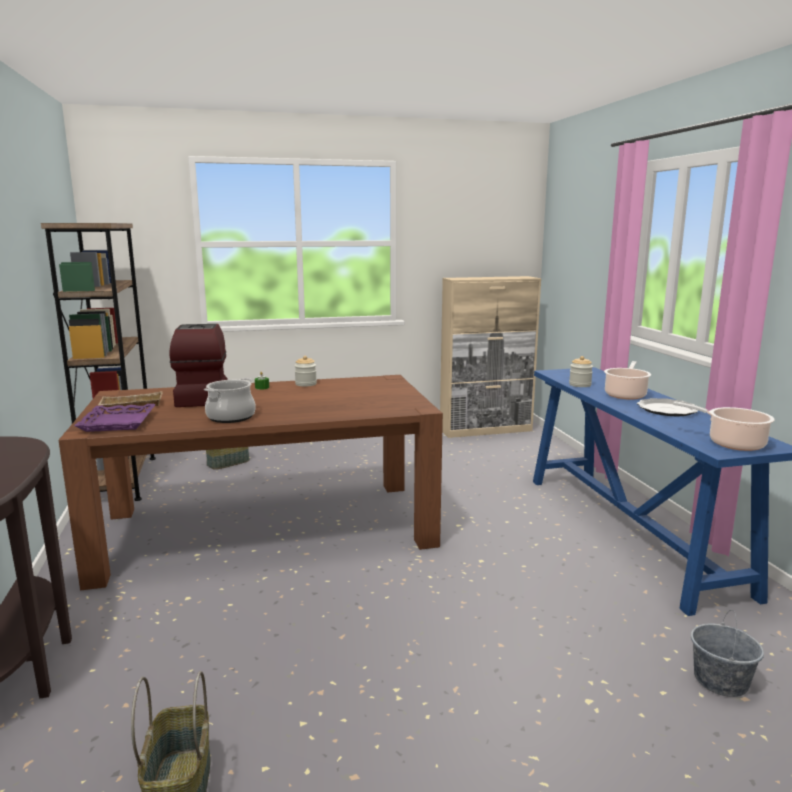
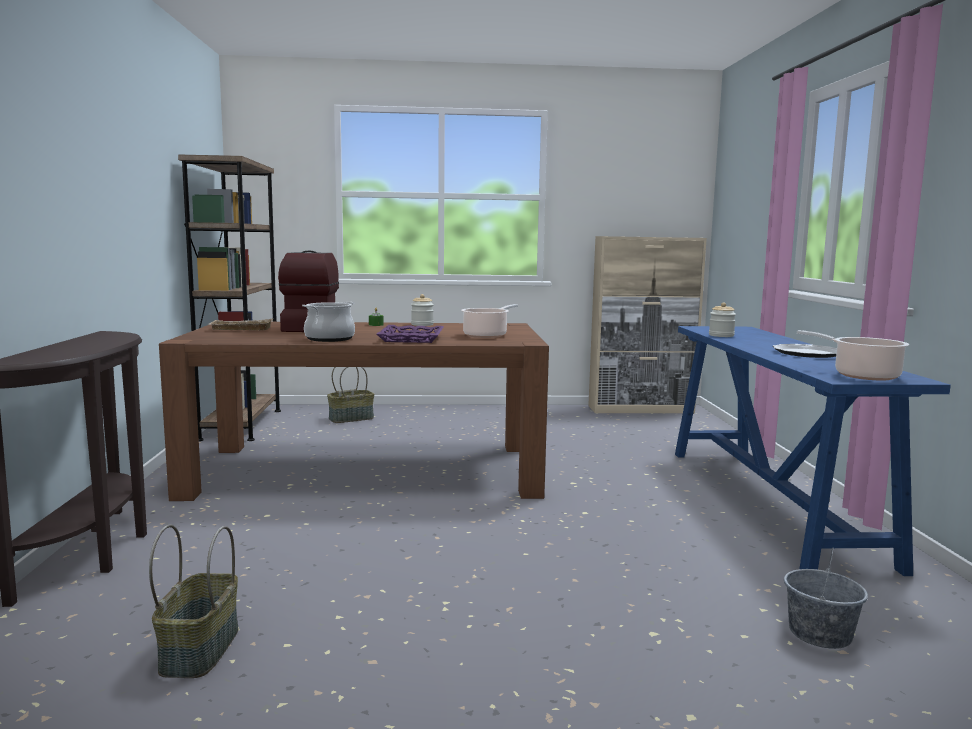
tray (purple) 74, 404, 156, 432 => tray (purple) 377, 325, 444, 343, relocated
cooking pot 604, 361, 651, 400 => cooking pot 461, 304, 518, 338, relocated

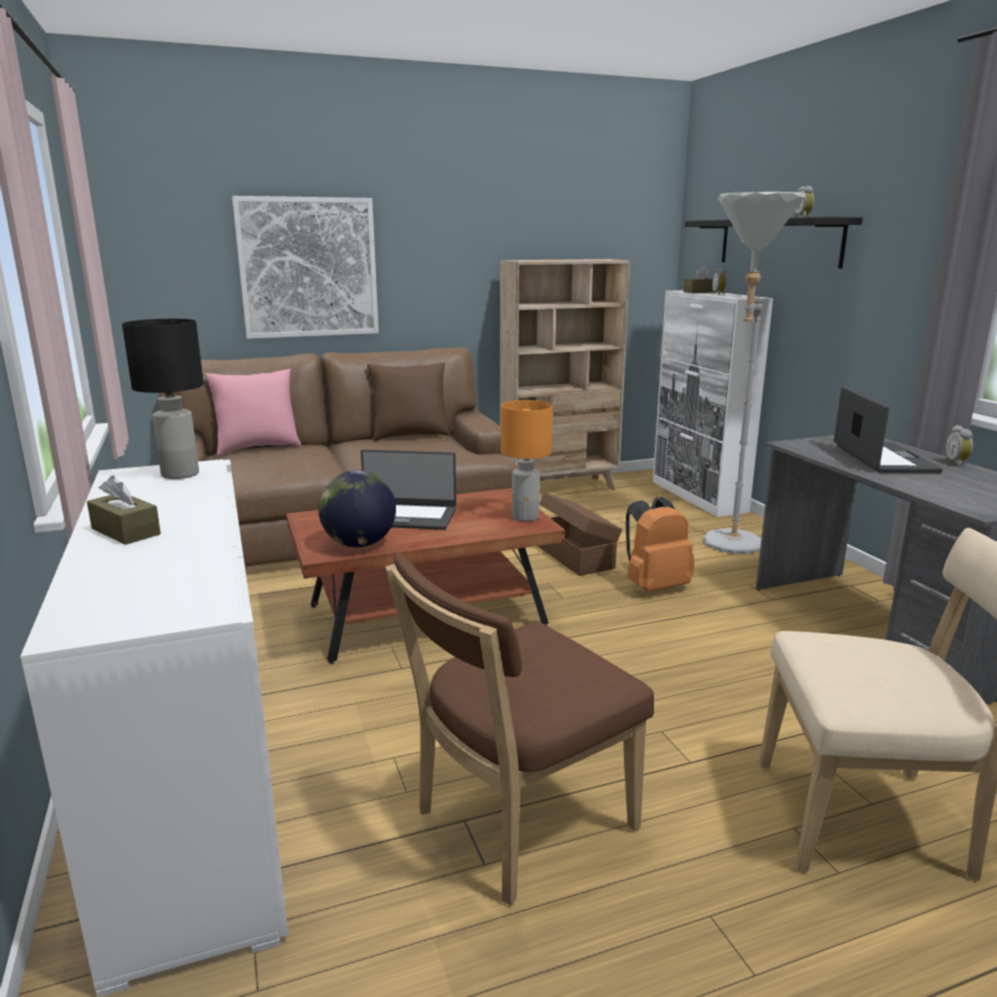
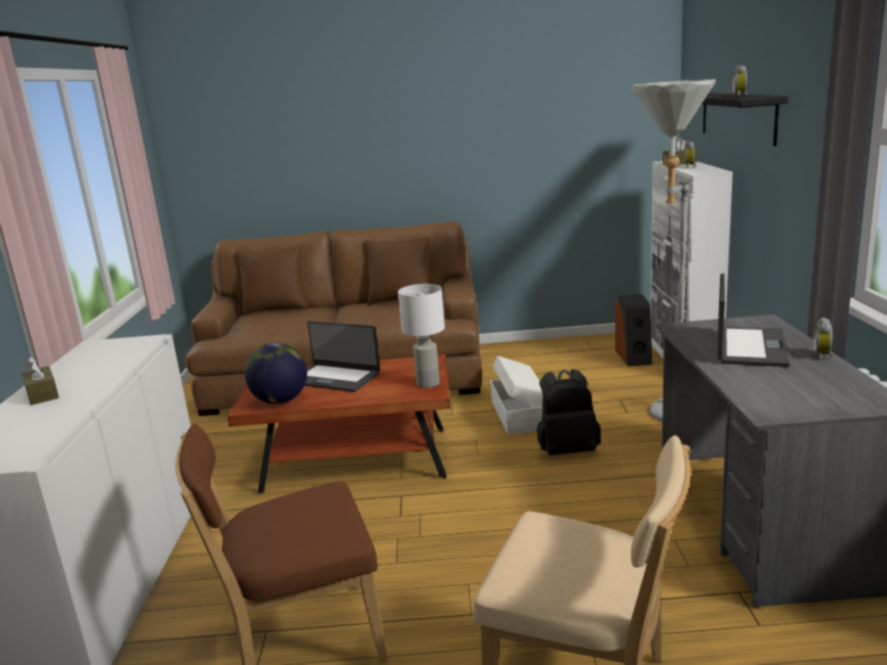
pillow (pink) 205, 369, 302, 455 => pillow (brown) 235, 246, 308, 316
table lamp (orange) 501, 400, 552, 522 => table lamp (white) 398, 284, 445, 388
storage box (brown) 538, 492, 622, 576 => storage box (white) 490, 356, 543, 435
backpack (orange) 626, 497, 695, 591 => backpack (black) 537, 369, 601, 455
nothing => speaker 615, 294, 652, 366
table lamp (black) 122, 319, 204, 479 => nothing
picture 232, 196, 379, 339 => nothing
bookcase (beige) 500, 259, 631, 490 => nothing

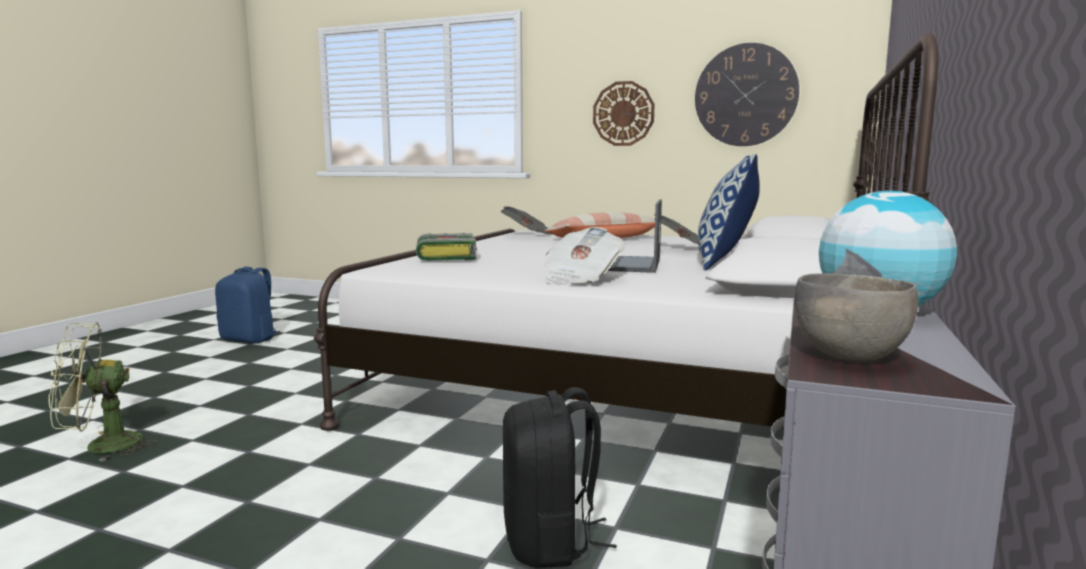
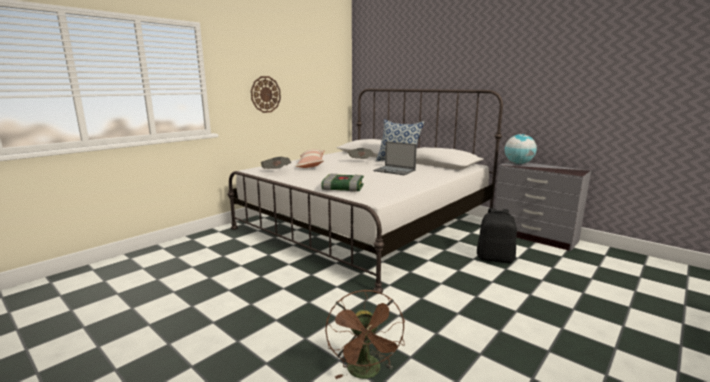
fan (green) 49, 322, 157, 462 => fan (brown) 325, 290, 405, 379
backpack (blue) 215, 267, 281, 343 => nothing
newspaper 543, 227, 625, 285 => nothing
wall clock 695, 43, 799, 146 => nothing
bowl (grey) 795, 273, 918, 361 => nothing

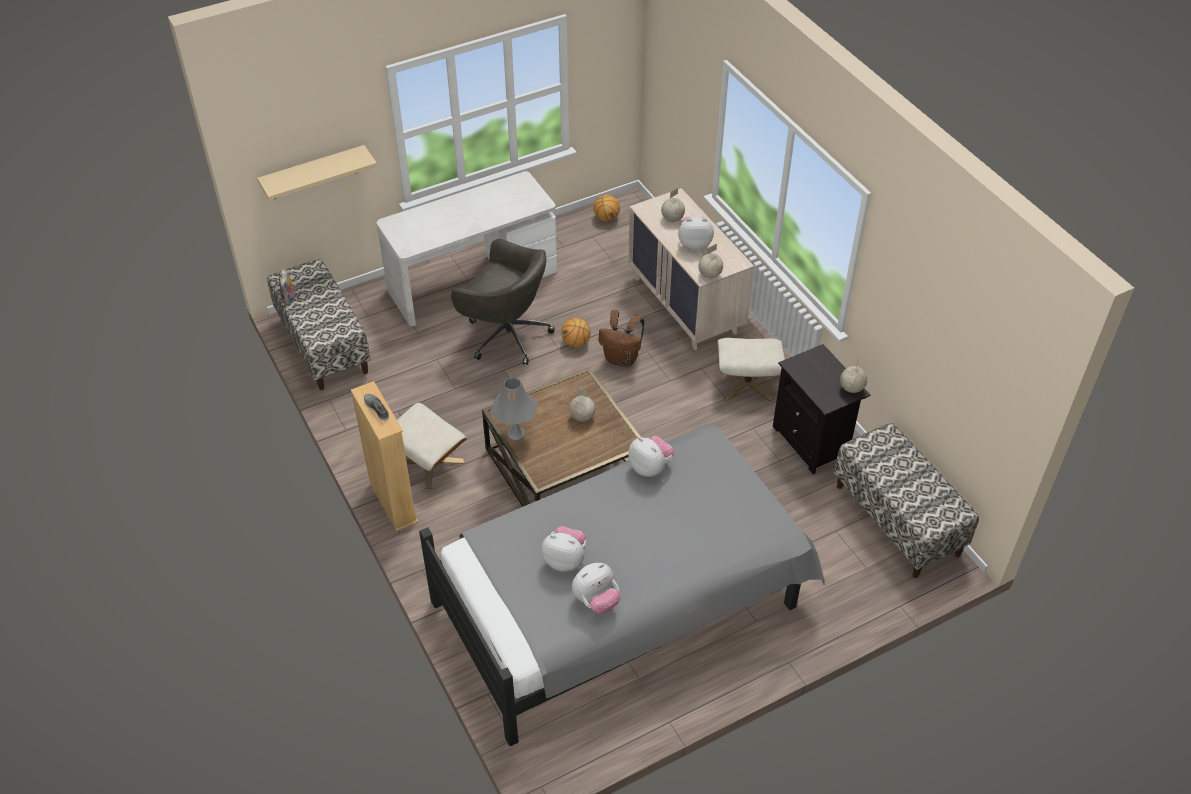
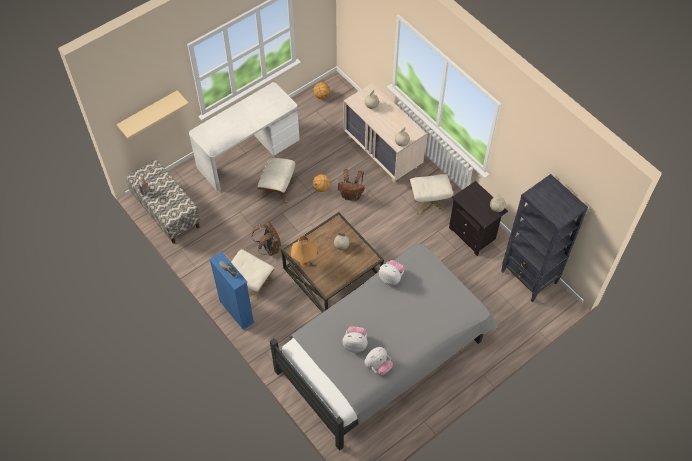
bookcase (beige) 351, 381, 418, 531 => bookcase (blue) 209, 251, 255, 330
nothing => backpack (brown) 252, 221, 281, 256
office chair (grey) 451, 239, 555, 365 => ottoman (beige) 257, 157, 296, 203
table lamp (grey) 491, 378, 538, 440 => table lamp (orange) 291, 236, 318, 267
bench 834, 423, 979, 578 => bookcase (black) 501, 174, 588, 302
plush toy 678, 217, 714, 250 => nothing

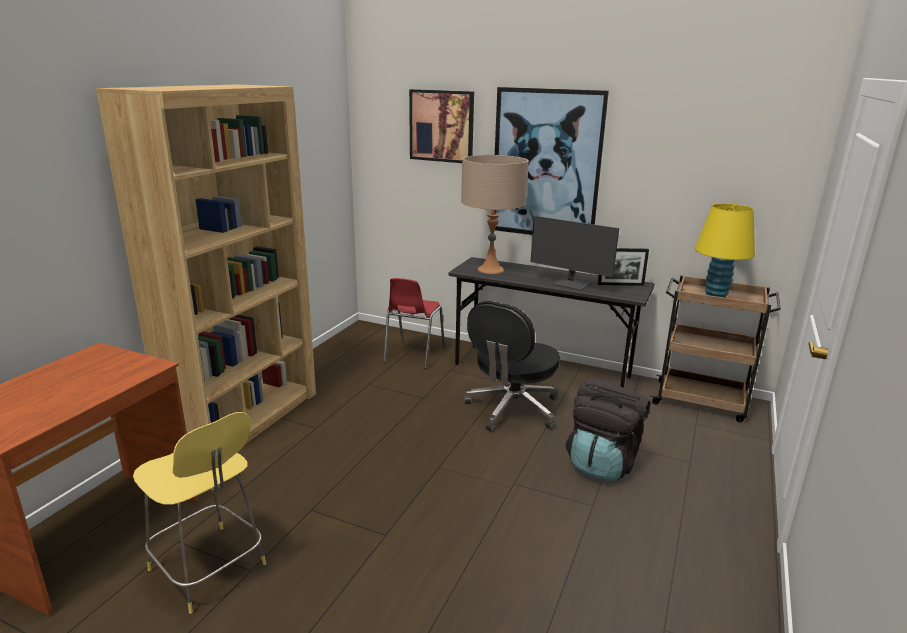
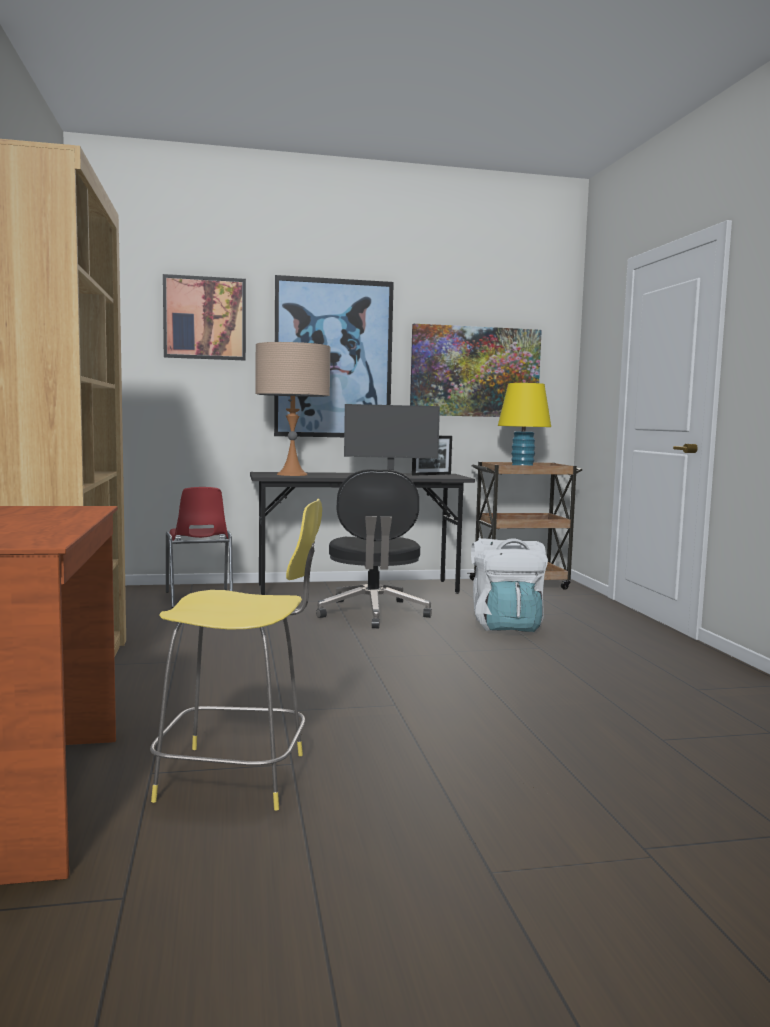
nothing => picture 410, 324, 542, 417
backpack (black) 566, 379, 650, 481 => backpack (white) 471, 538, 548, 632

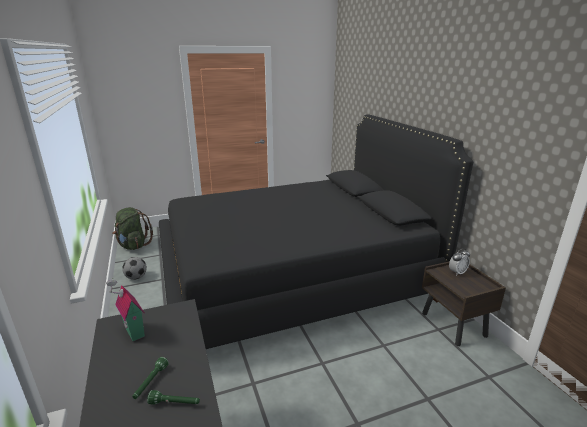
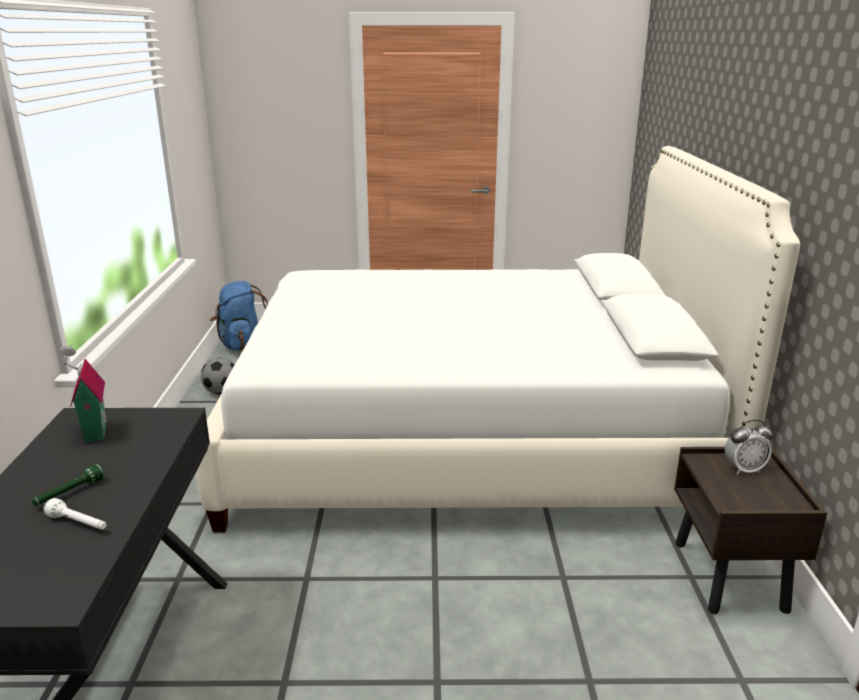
flashlight (green) 147, 390, 200, 405 => flashlight (white) 44, 498, 106, 530
bed (black) 159, 114, 473, 349 => bed (white) 196, 146, 800, 532
backpack (green) 112, 207, 153, 250 => backpack (blue) 210, 281, 268, 351

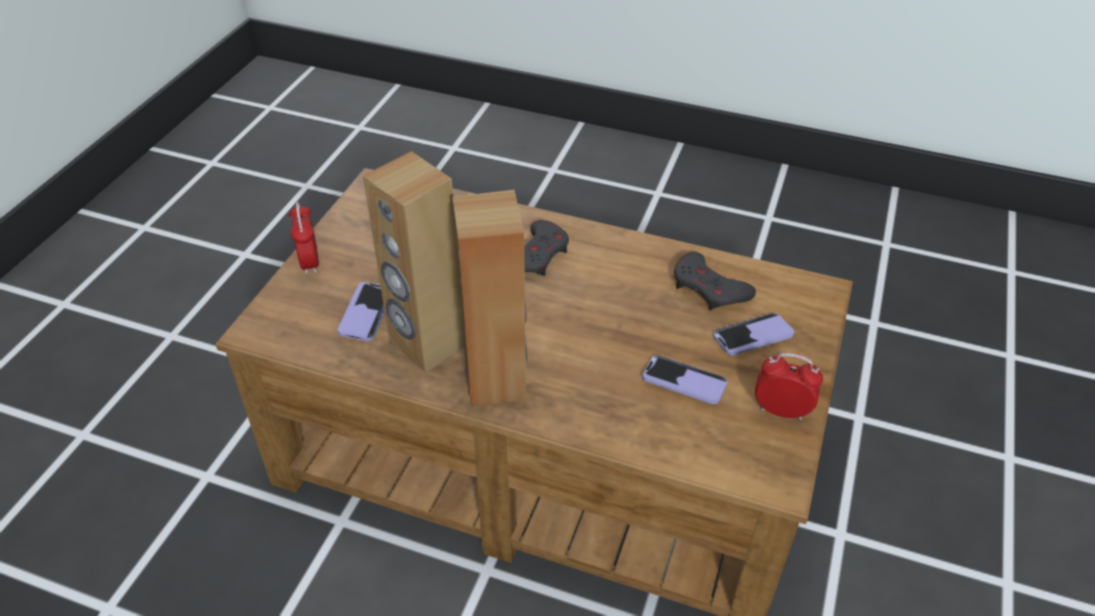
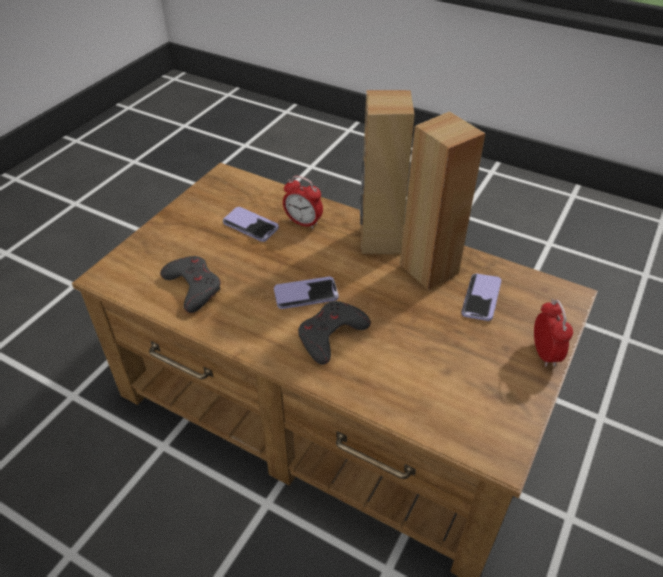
phone 713, 313, 794, 356 => phone 274, 277, 339, 309, relocated
alarm clock 755, 353, 823, 421 => alarm clock 283, 176, 323, 229, relocated

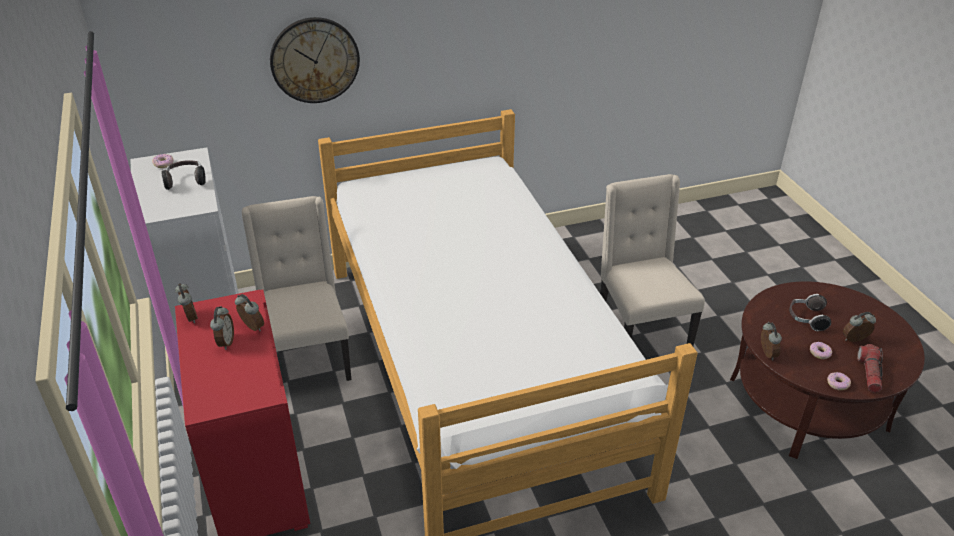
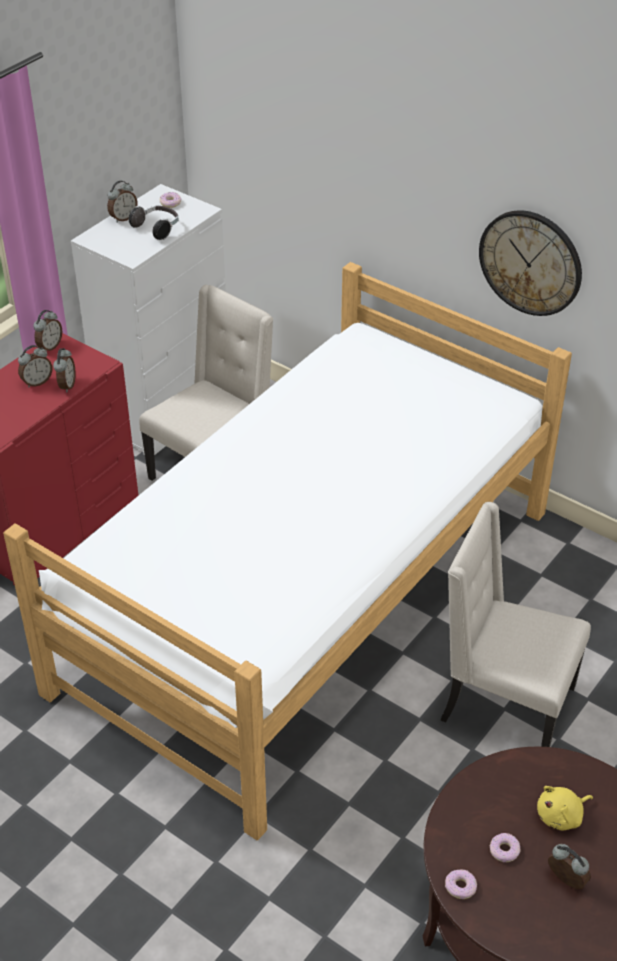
alarm clock 761, 322, 782, 360 => alarm clock 107, 181, 138, 223, relocated
chair (beige) 600, 174, 705, 346 => chair (beige) 441, 502, 591, 747, 105 degrees counterclockwise
wall clock 270, 17, 360, 103 => wall clock 479, 210, 582, 316, relocated
headphones 789, 294, 831, 331 => plush toy (yellow) 537, 786, 593, 830
flashlight 857, 344, 883, 393 => nothing

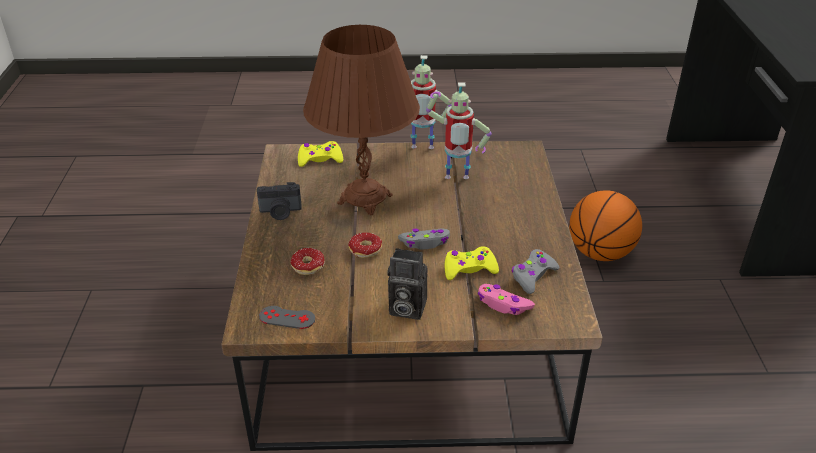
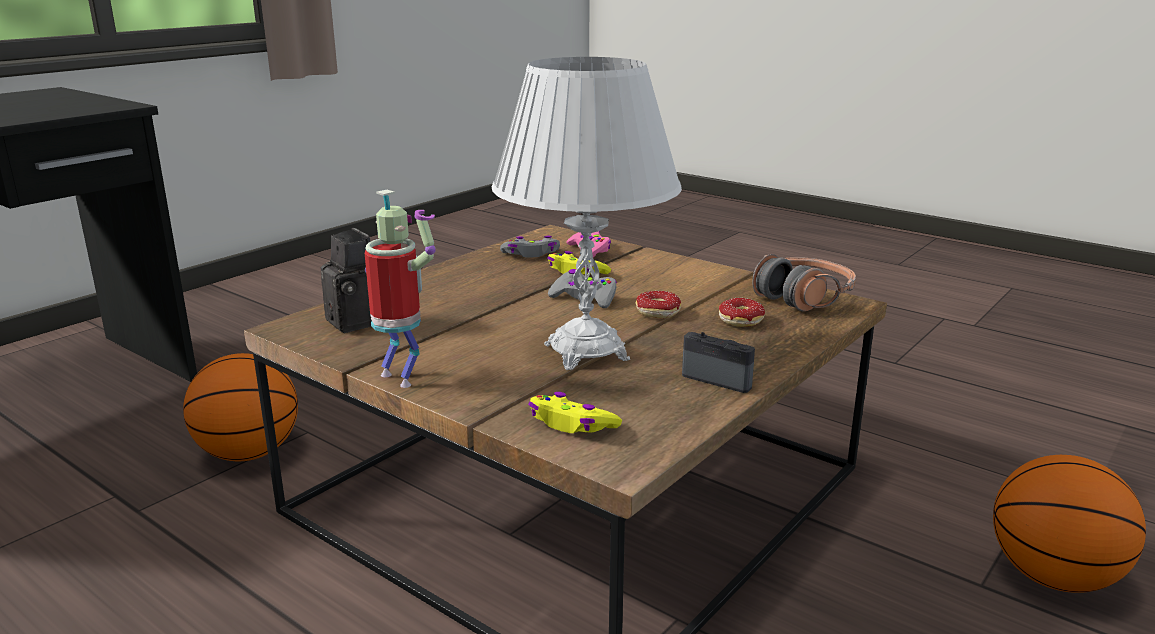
photo camera 388, 248, 428, 320 => photo camera 321, 228, 372, 333, relocated
table lamp (brown) 303, 25, 420, 215 => table lamp (white) 492, 57, 682, 370
game controller (grey) 259, 306, 315, 329 => headphones 752, 254, 856, 312
nothing => basketball 993, 455, 1146, 593
toy robot 426, 82, 492, 179 => nothing

